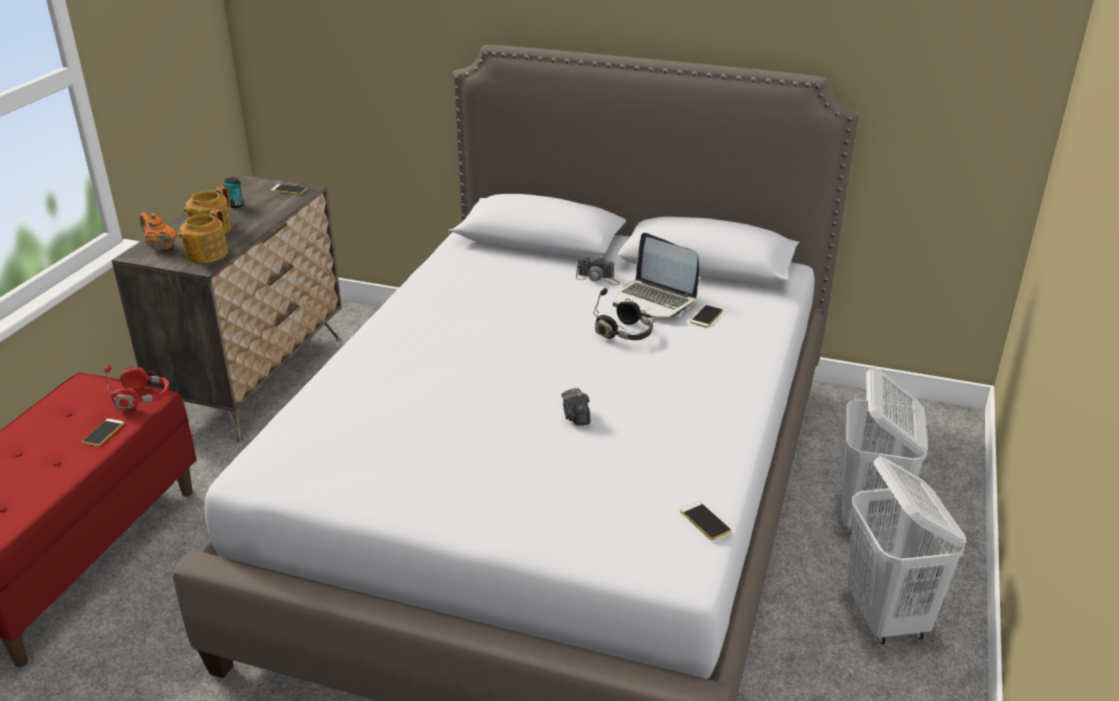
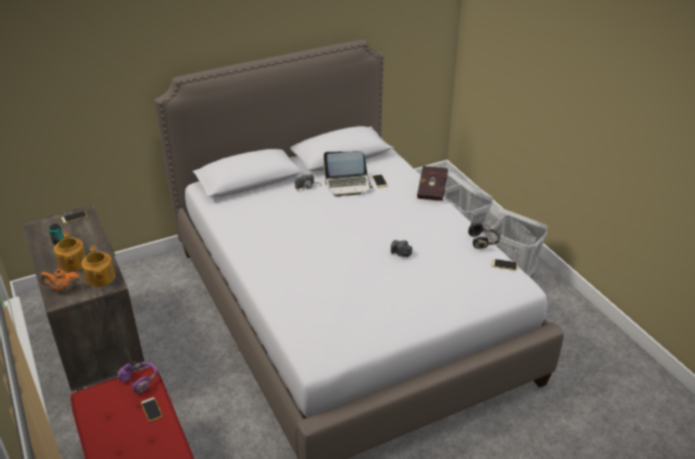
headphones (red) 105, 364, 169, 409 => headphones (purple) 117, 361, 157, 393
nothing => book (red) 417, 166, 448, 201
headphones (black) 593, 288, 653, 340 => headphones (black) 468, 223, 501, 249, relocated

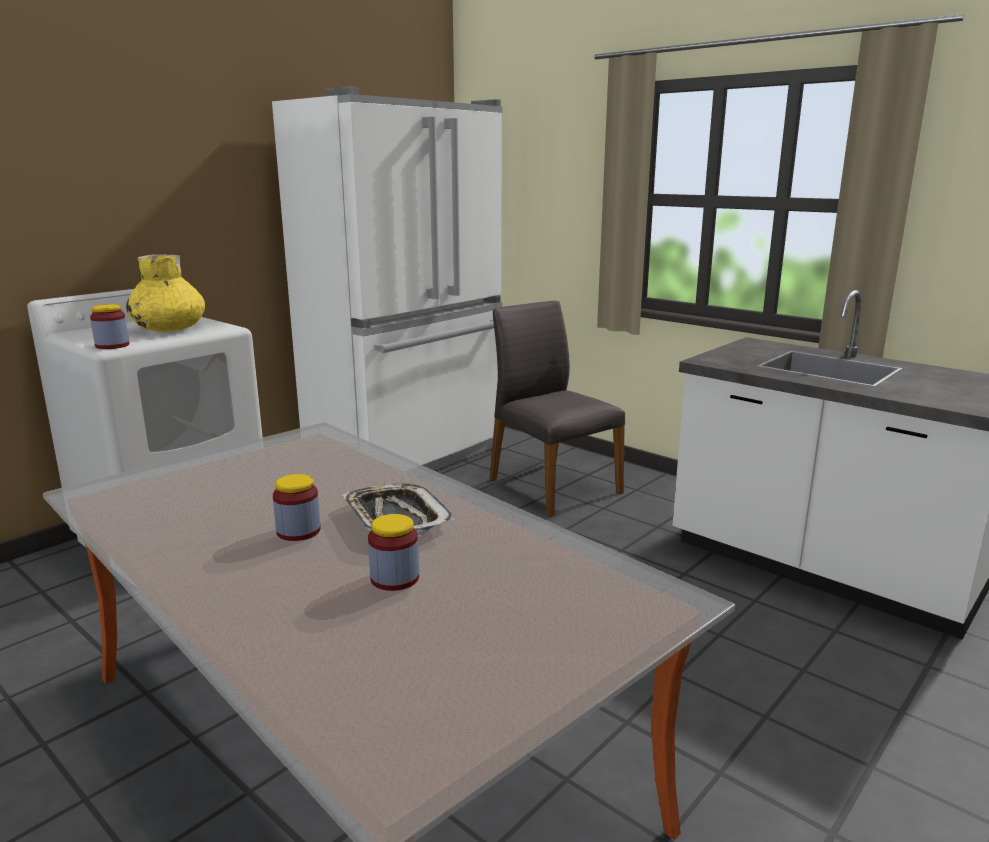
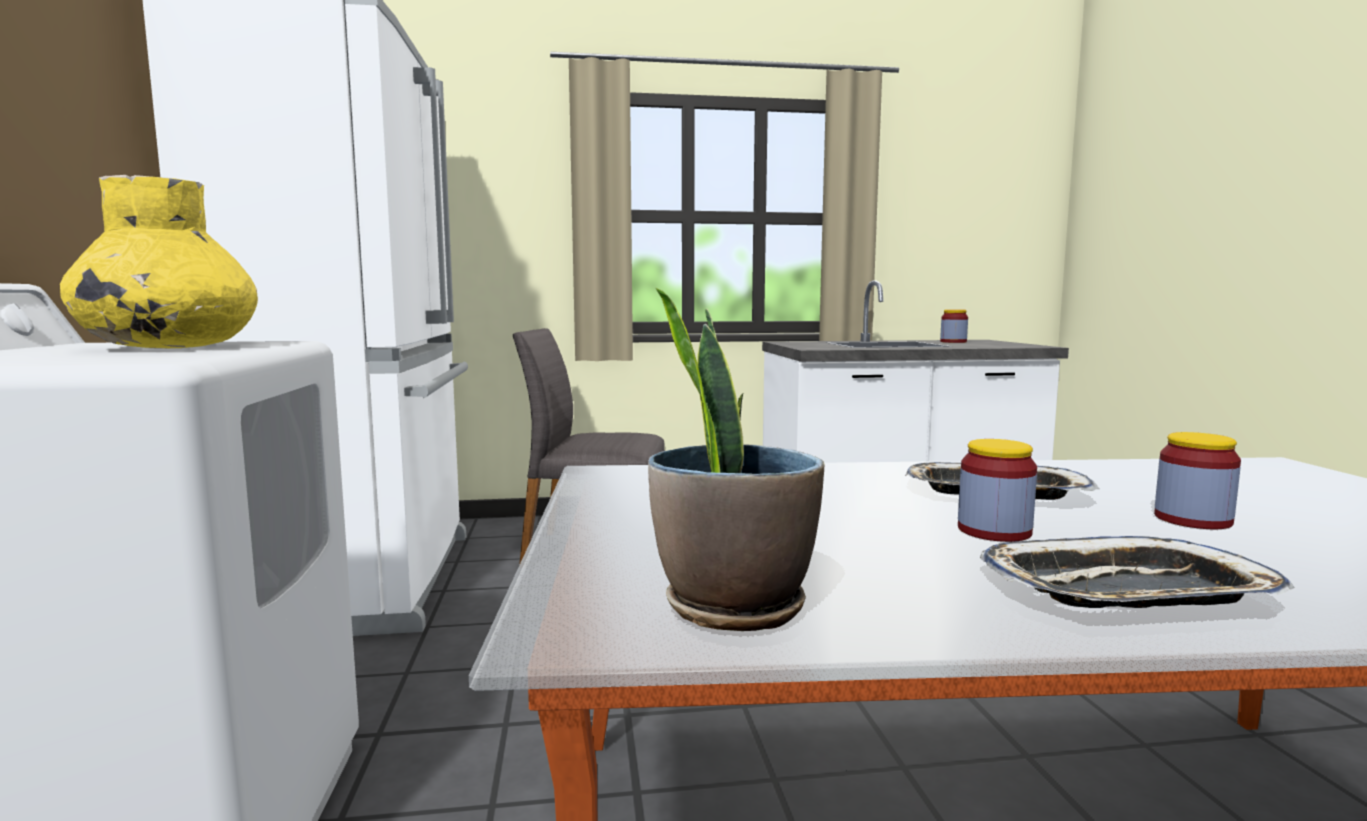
nothing => potted plant 648, 288, 824, 631
jar 90, 304, 129, 349 => jar 940, 309, 968, 343, relocated
nothing => tray 980, 536, 1295, 608

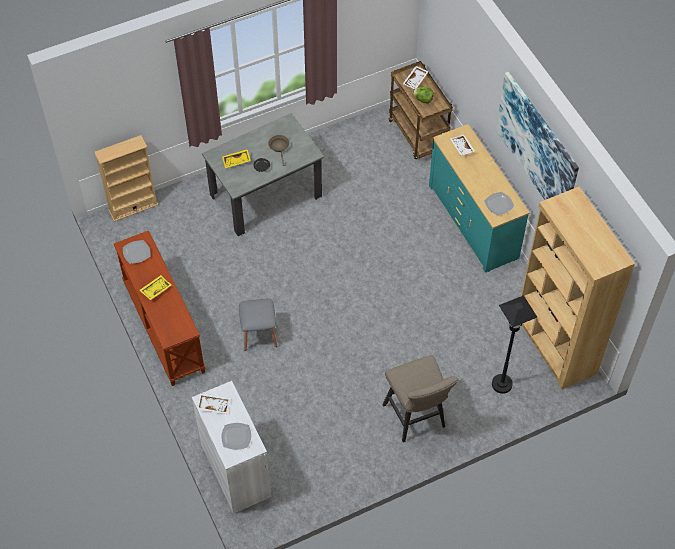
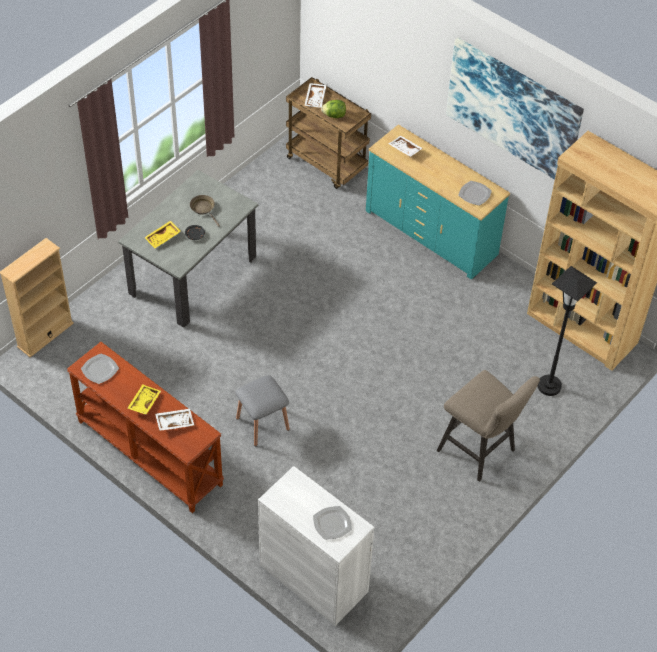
tray (white) 197, 393, 230, 414 => tray (white) 155, 409, 195, 431, relocated

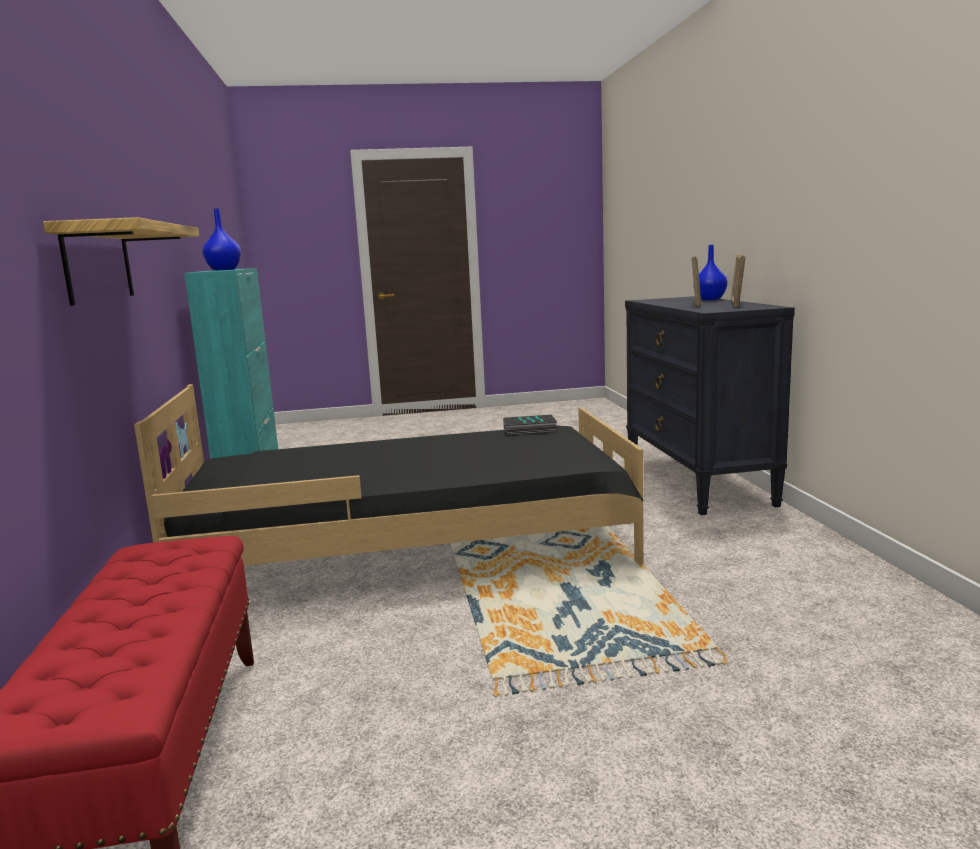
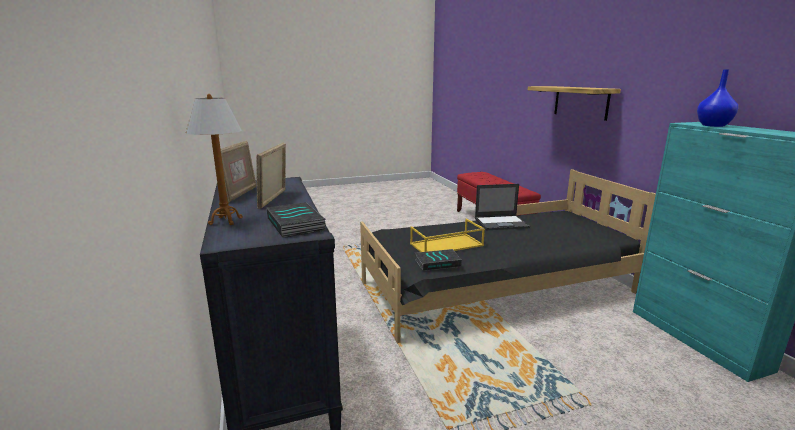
vase (blue) 693, 245, 728, 300 => table lamp 186, 94, 243, 225
nothing => book 266, 202, 326, 238
nothing => tray (yellow) 410, 219, 485, 252
nothing => laptop 475, 184, 530, 230

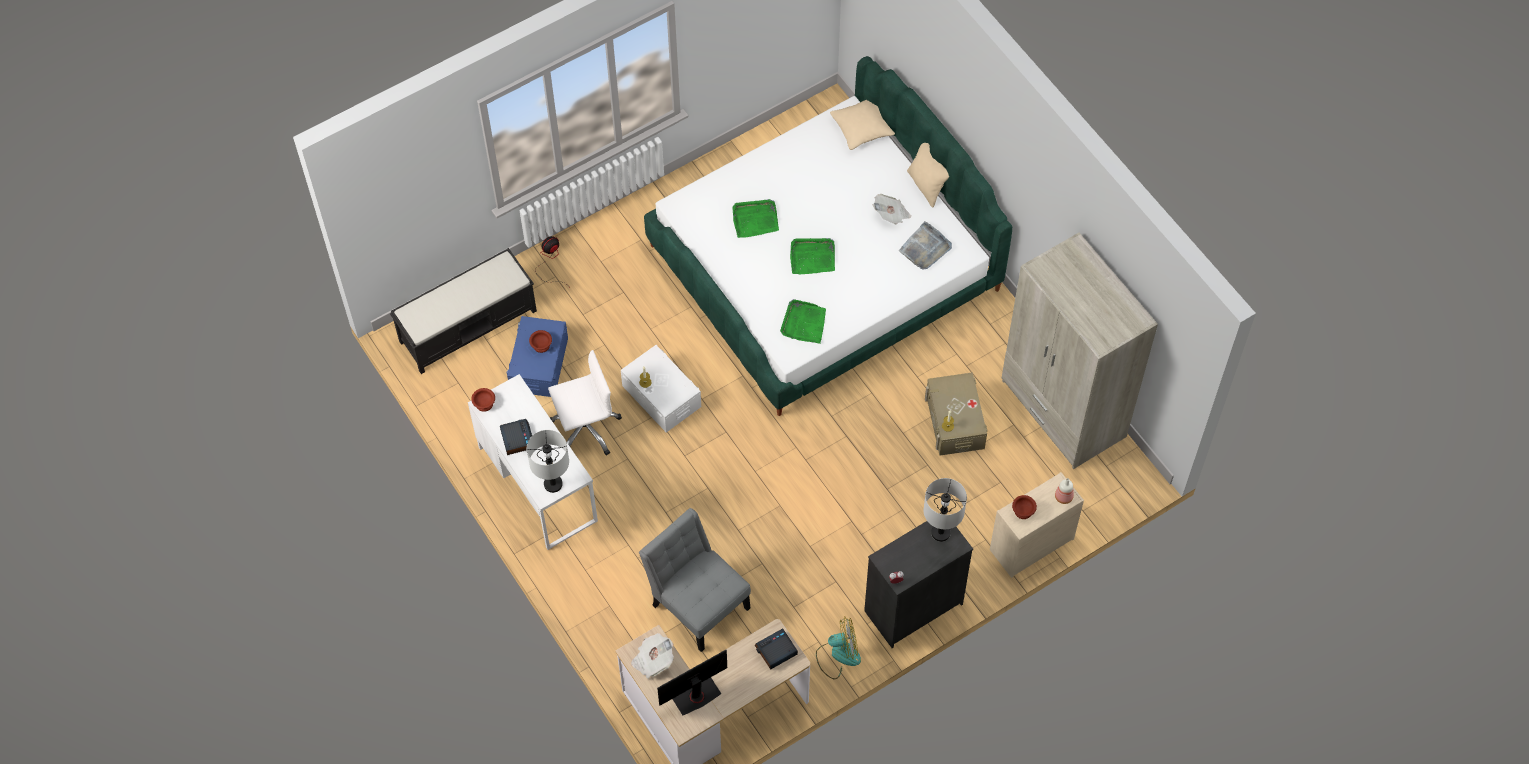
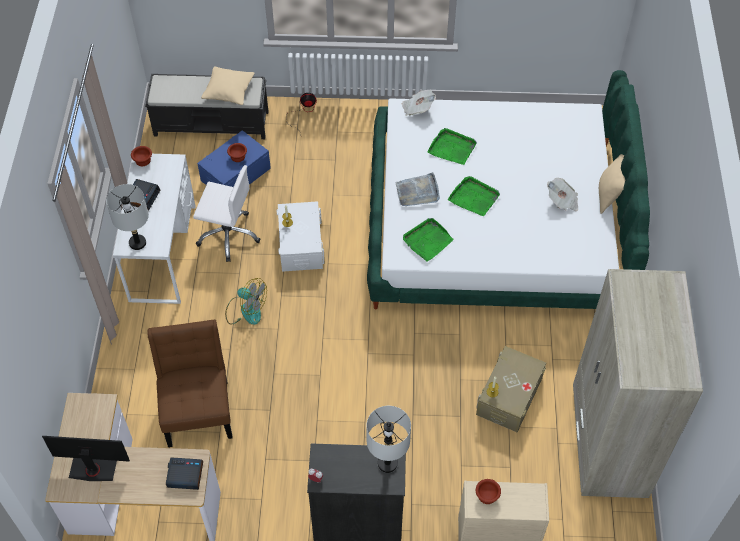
chair (grey) 639, 508, 751, 652 => chair (brown) 147, 320, 233, 447
pillow (beige) 830, 100, 895, 150 => pillow (beige) 201, 66, 255, 105, relocated
fan 816, 616, 861, 679 => fan 225, 278, 267, 325, relocated
tray (grey) 899, 221, 952, 270 => tray (grey) 395, 172, 440, 206, relocated
newspaper 631, 633, 674, 679 => newspaper 402, 90, 436, 116, relocated
bottle 1055, 478, 1074, 504 => nothing

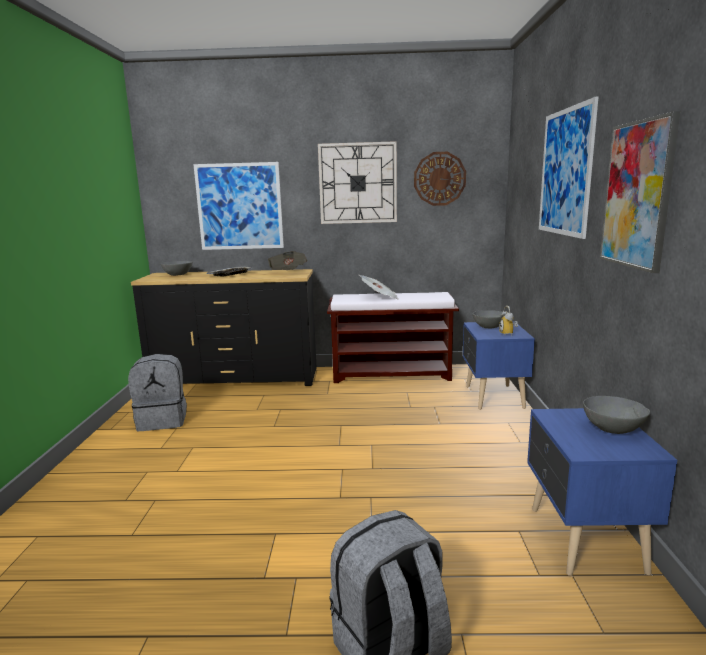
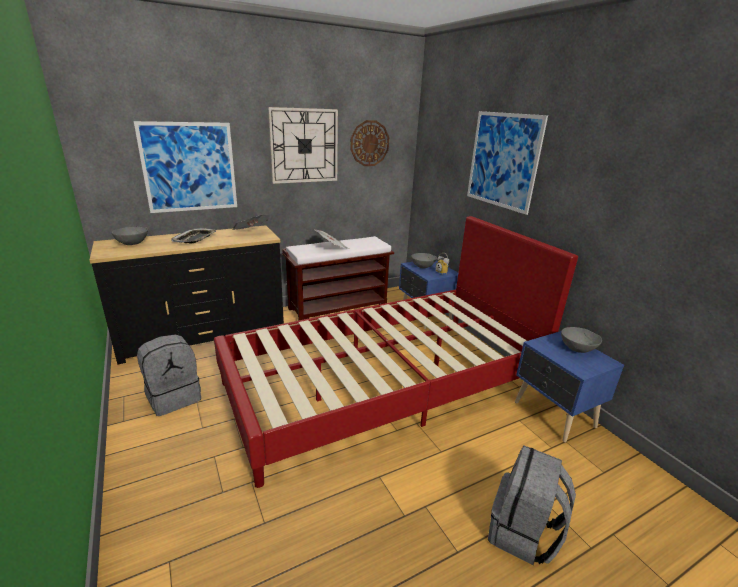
nothing => bed (red) 214, 216, 578, 488
picture 600, 111, 681, 273 => nothing

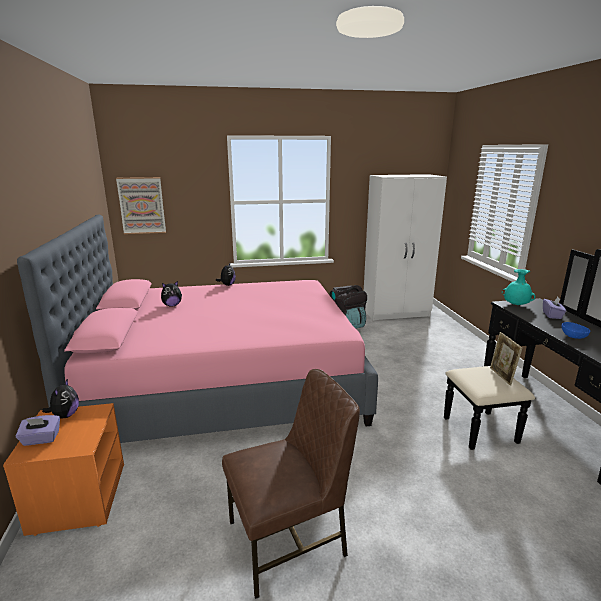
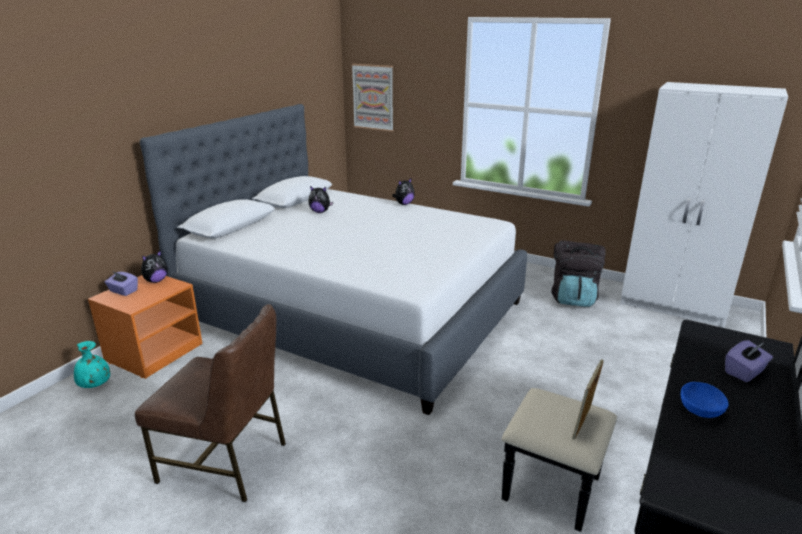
vase (turquoise) 502, 269, 535, 305 => vase (turquoise) 74, 341, 110, 388, relocated
bed (pink) 17, 214, 378, 443 => bed (white) 140, 104, 527, 415

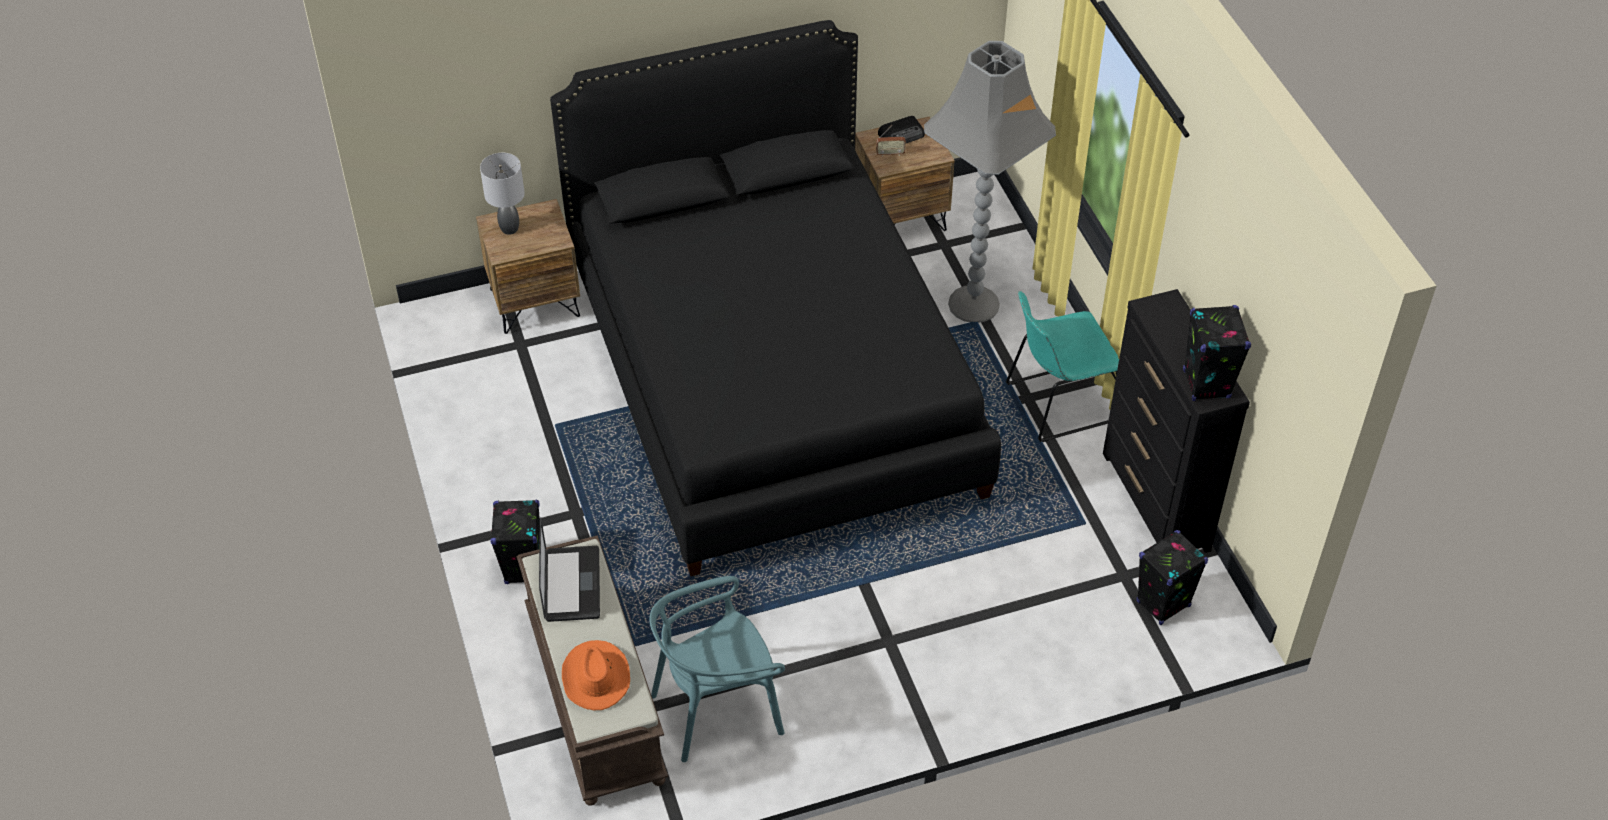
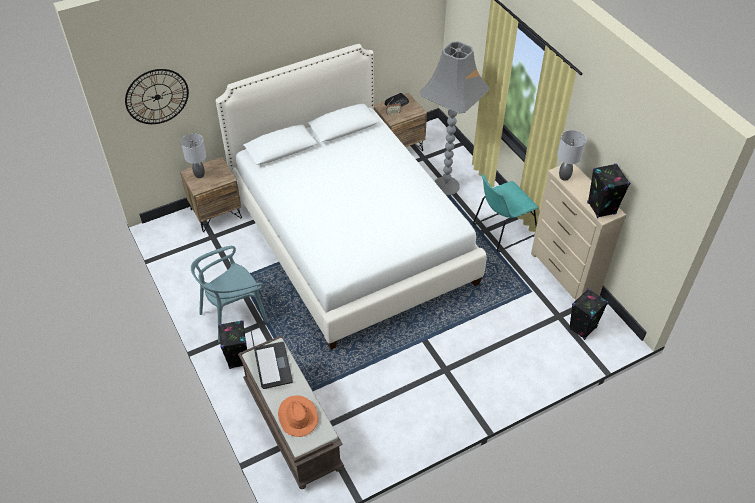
nothing => wall clock 125, 69, 189, 124
chair (turquoise) 650, 576, 785, 762 => chair (turquoise) 191, 246, 269, 343, relocated
bed (black) 550, 20, 1001, 576 => bed (white) 215, 44, 487, 350
dresser (black) 1103, 289, 1250, 553 => dresser (beige) 531, 164, 626, 301
nothing => table lamp (grey) 557, 130, 586, 181

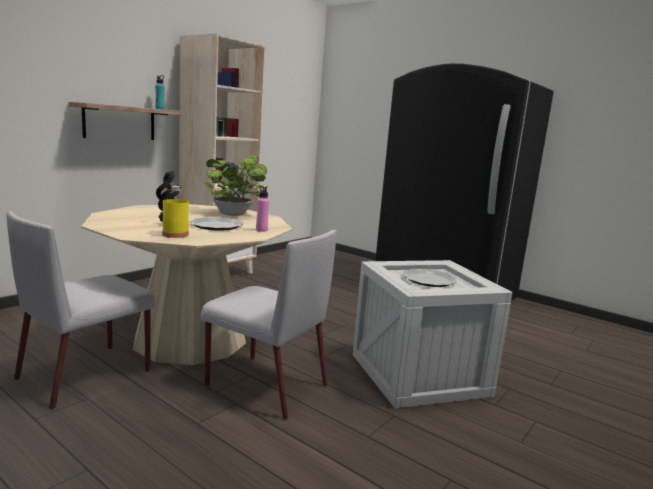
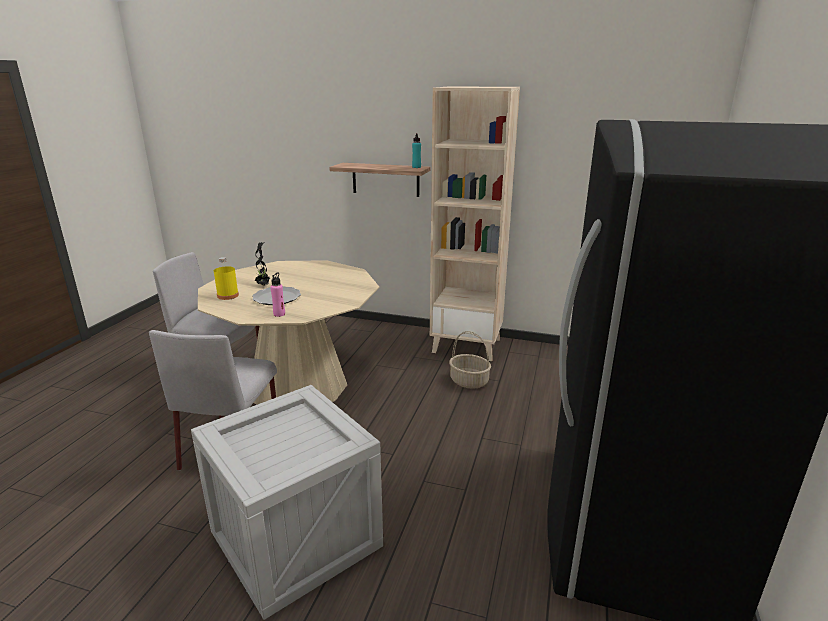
nothing => basket 449, 331, 491, 389
potted plant 203, 154, 268, 216 => nothing
plate 402, 269, 457, 287 => nothing

